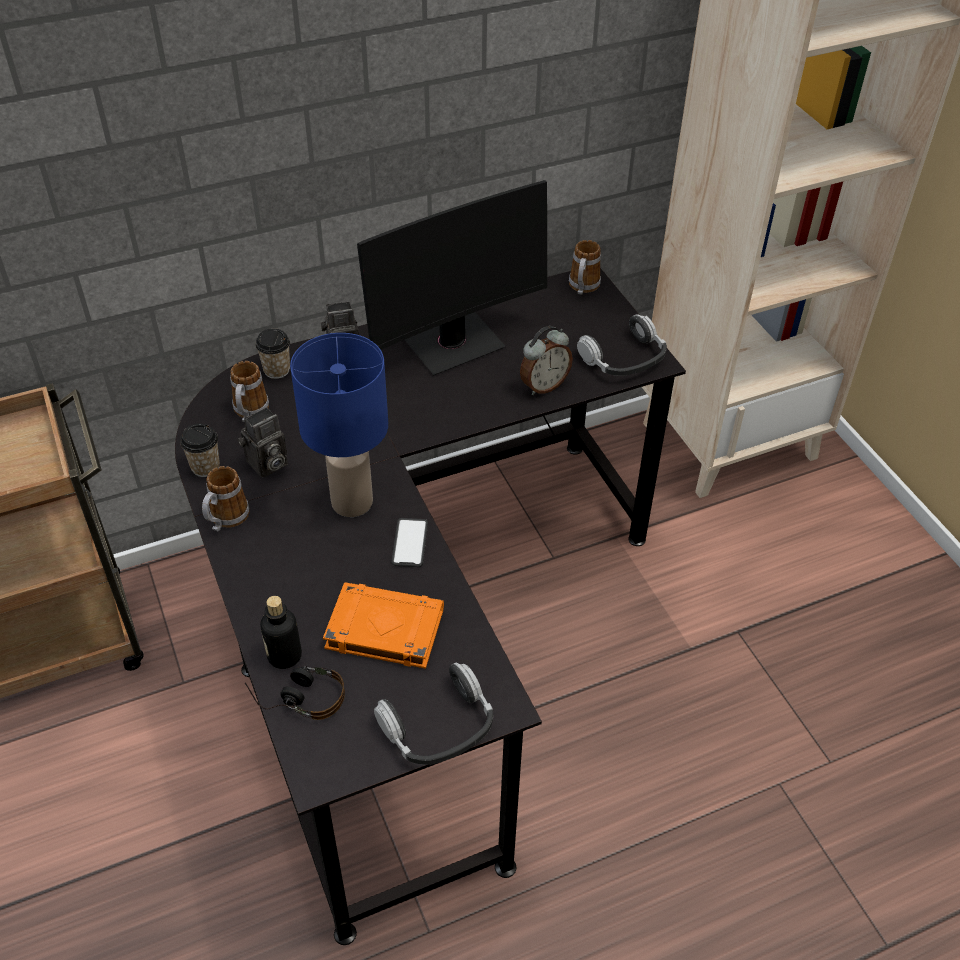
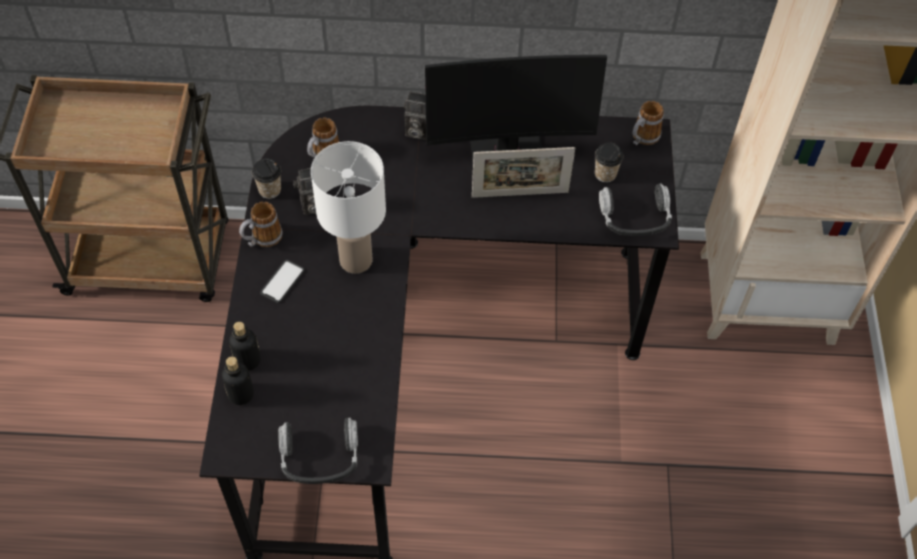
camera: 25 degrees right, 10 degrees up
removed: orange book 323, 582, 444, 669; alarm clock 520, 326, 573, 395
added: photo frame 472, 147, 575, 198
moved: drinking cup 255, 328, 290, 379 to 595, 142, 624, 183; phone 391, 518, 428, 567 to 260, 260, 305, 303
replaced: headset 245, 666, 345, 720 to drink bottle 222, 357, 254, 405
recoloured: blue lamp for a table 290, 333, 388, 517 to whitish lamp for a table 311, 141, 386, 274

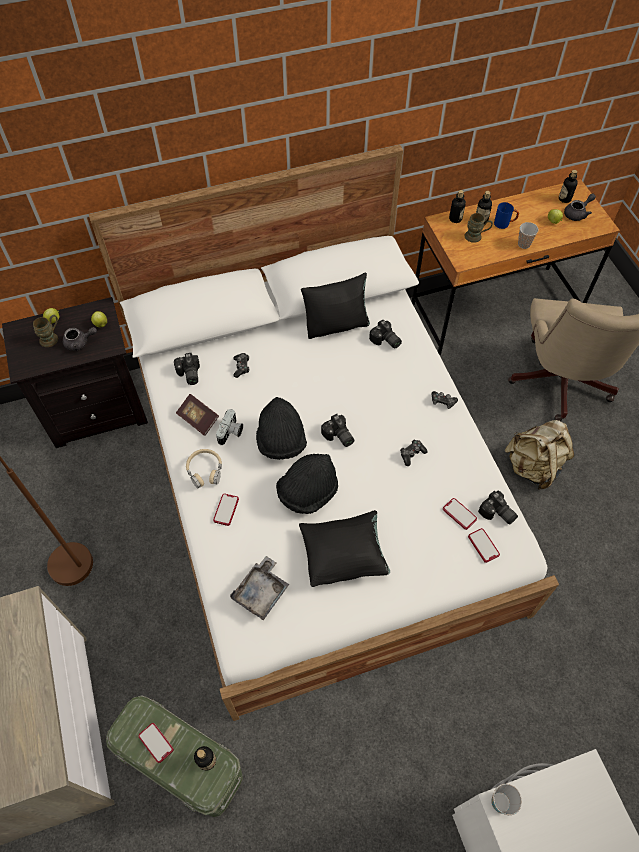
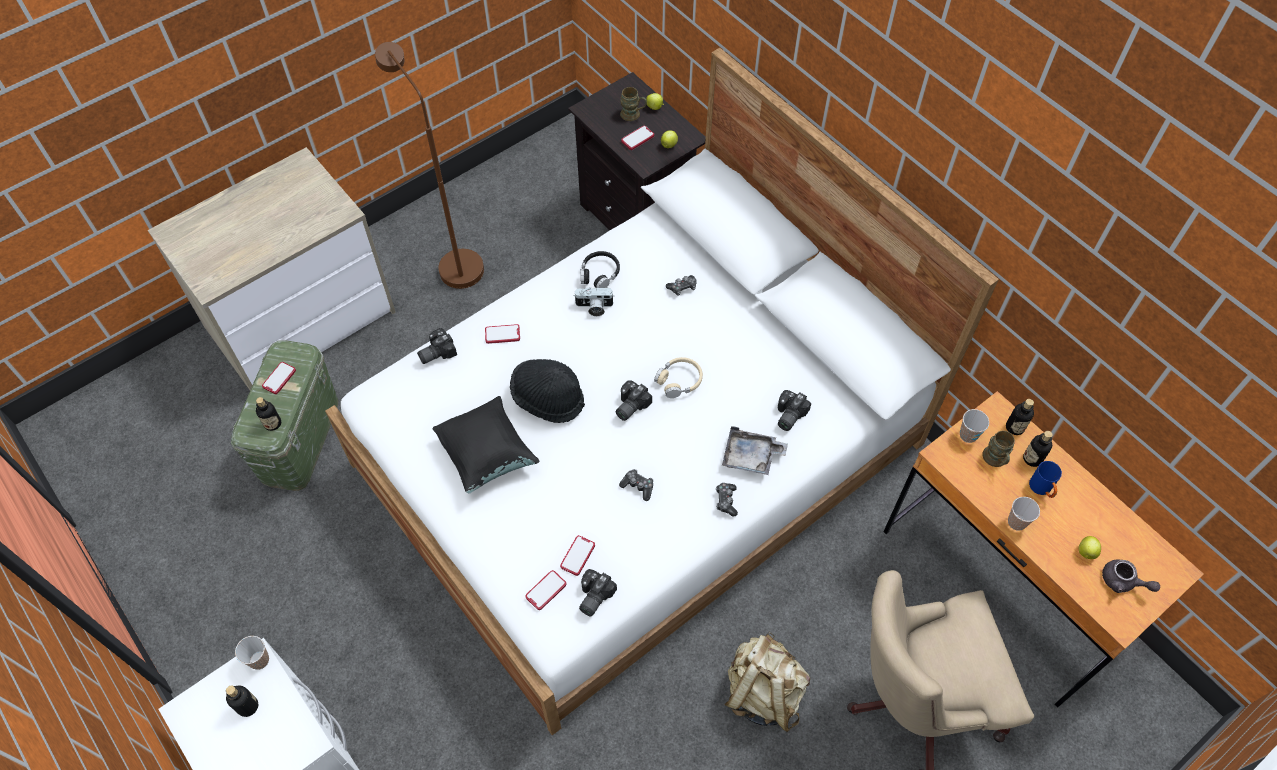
camera: 70 degrees right, 0 degrees up
removed: black-coloured wearable hat 256, 397, 307, 460; black-coloured pillow 301, 273, 370, 339
added: drinking cup 960, 409, 989, 443
moved: still camera 174, 353, 200, 385 to 417, 328, 457, 364; sand-coloured headset 186, 449, 222, 489 to 654, 357, 703, 398; greyish serving tray 230, 556, 289, 620 to 722, 426, 788, 475; drink bottle 559, 170, 578, 203 to 226, 686, 258, 717
replaced: greyish pot for tea 63, 327, 97, 351 to phone 621, 126, 654, 150; book 176, 394, 219, 436 to black-coloured headset 580, 251, 620, 288

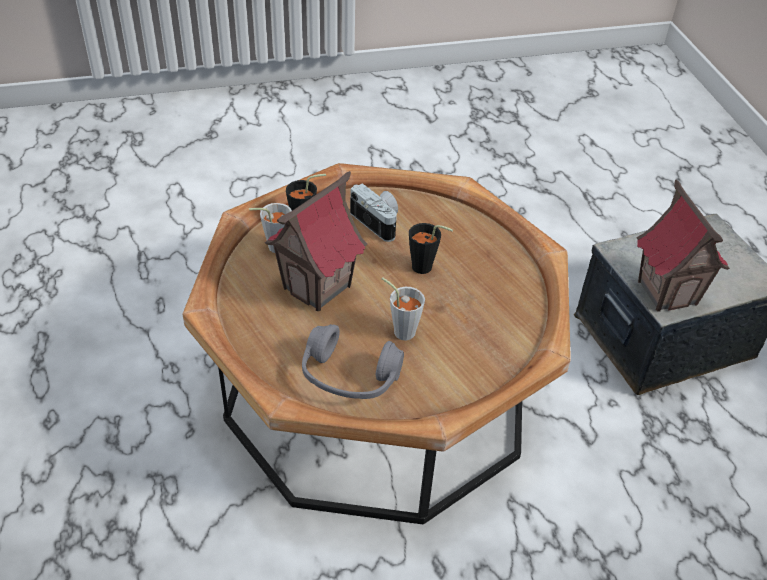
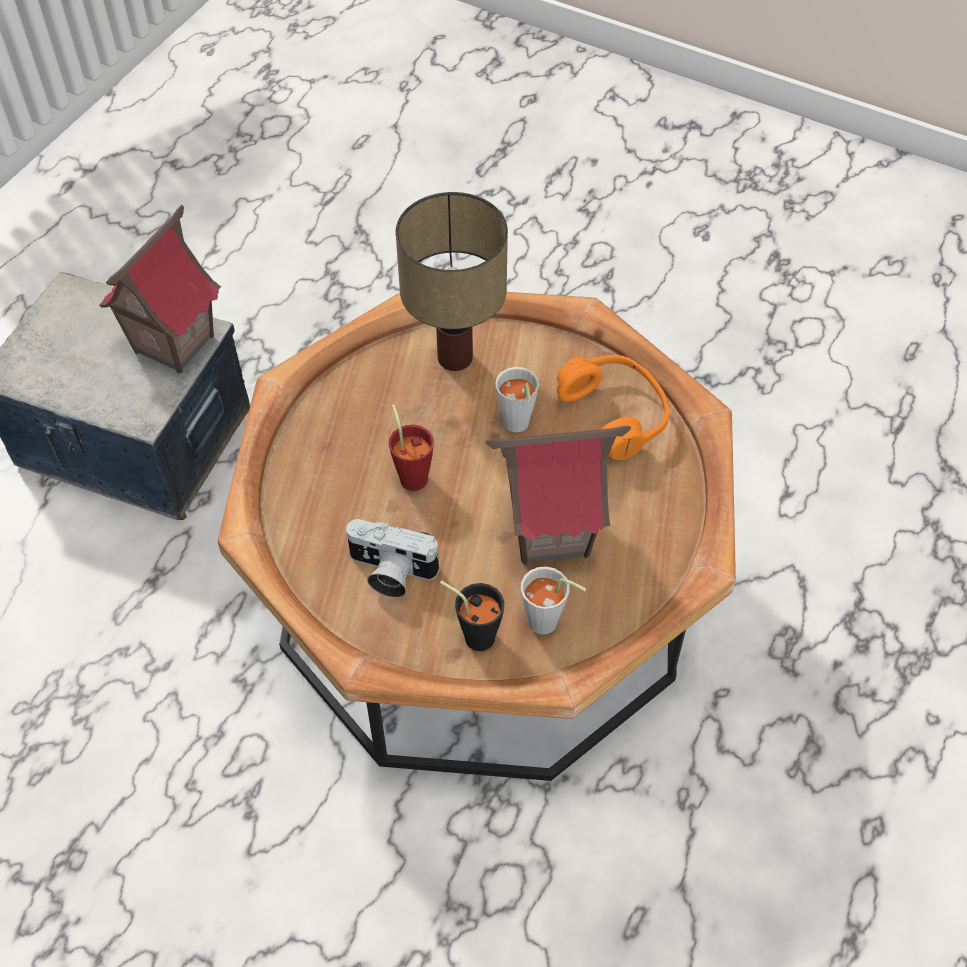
camera: 135 degrees left, 10 degrees up
added: lamp for a table 395, 192, 508, 371
recoloured: greyish headset 302, 324, 404, 399 to orange headset 557, 355, 669, 460; black-coloured drinking cup 409, 223, 453, 274 to red drinking cup 388, 404, 434, 491
turned: still camera 350, 183, 398, 242 = 345, 519, 441, 597 75 degrees counterclockwise

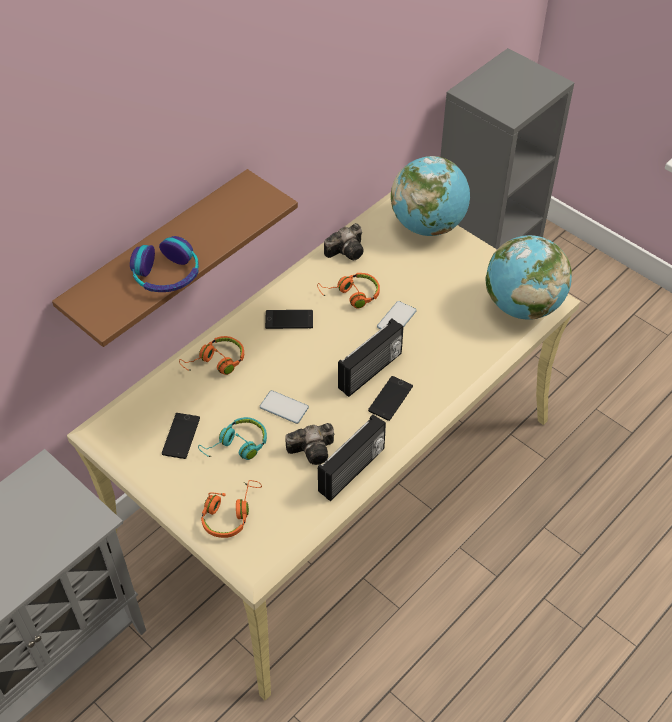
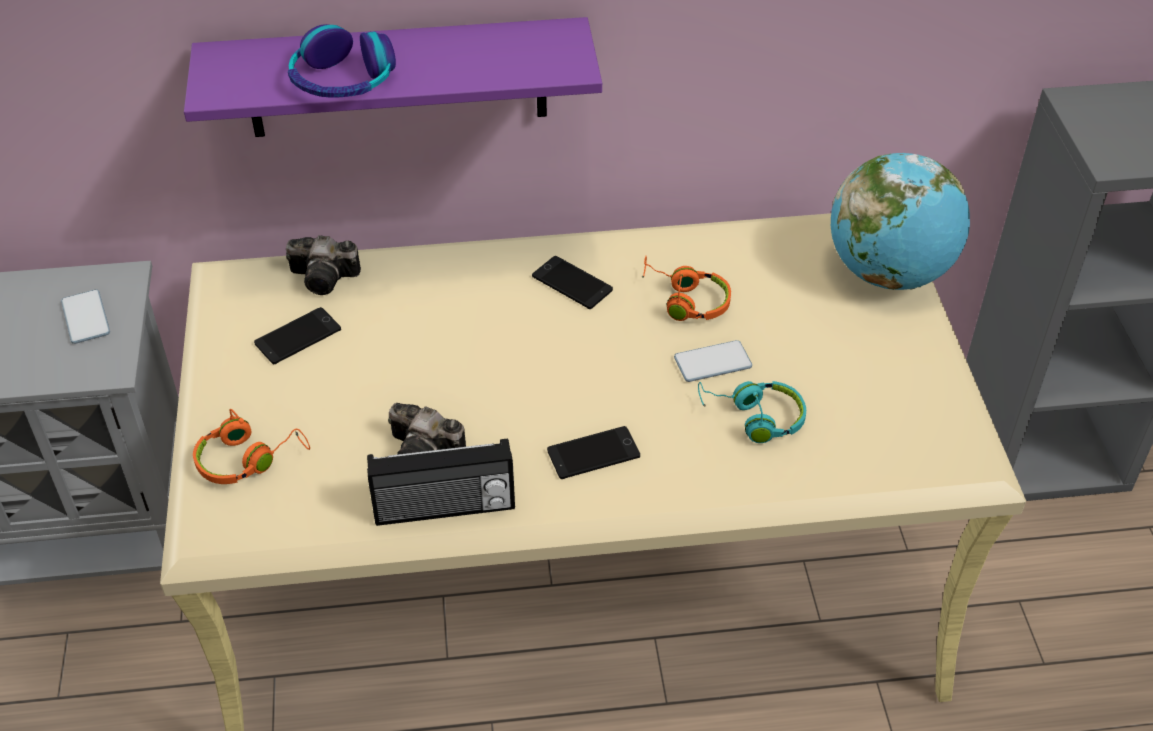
camera: 40 degrees right, 5 degrees down
removed: orange headset 179, 336, 244, 375; radio 338, 319, 404, 397; desk globe 485, 235, 572, 319
moved: turquoise headset 198, 417, 267, 460 to 698, 381, 806, 443; phone 260, 390, 309, 424 to 61, 290, 110, 344; still camera 324, 223, 363, 260 to 286, 235, 361, 295
recoloured: brownish shelf 52, 169, 298, 347 to purplish shelf 184, 17, 602, 137

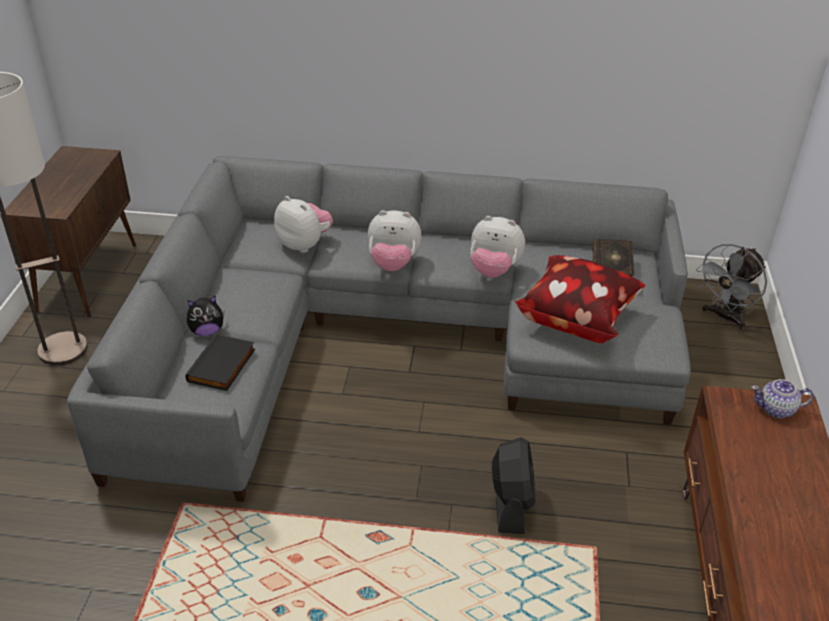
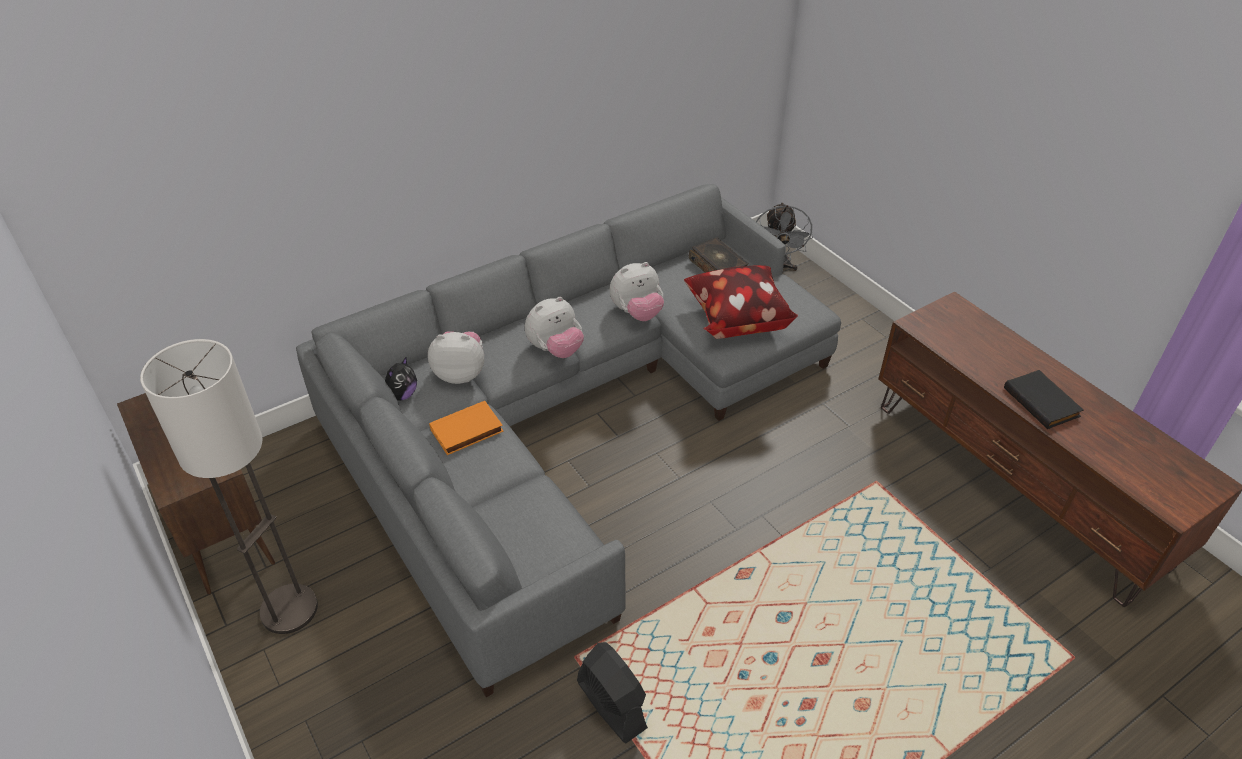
camera: 40 degrees left, 5 degrees up
removed: pot for tea 751, 379, 814, 418
added: orange book 429, 401, 504, 455
moved: black-coloured book 185, 334, 255, 391 to 1004, 370, 1084, 429; plush toy 187, 295, 225, 336 to 385, 357, 417, 401; black-coloured cooling fan 492, 437, 535, 534 to 577, 642, 648, 744

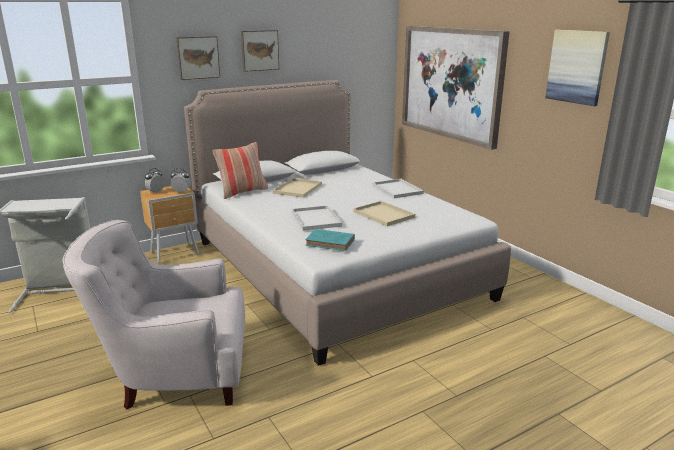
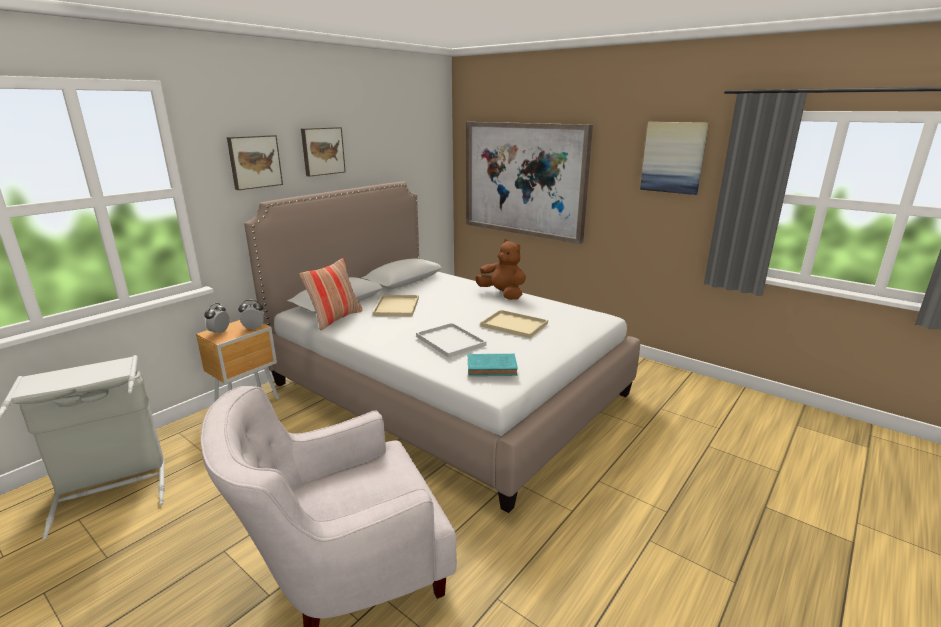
camera: 20 degrees left, 0 degrees up
replaced: whitish serving tray 373, 179, 424, 198 to brownish plush toy 475, 239, 526, 300

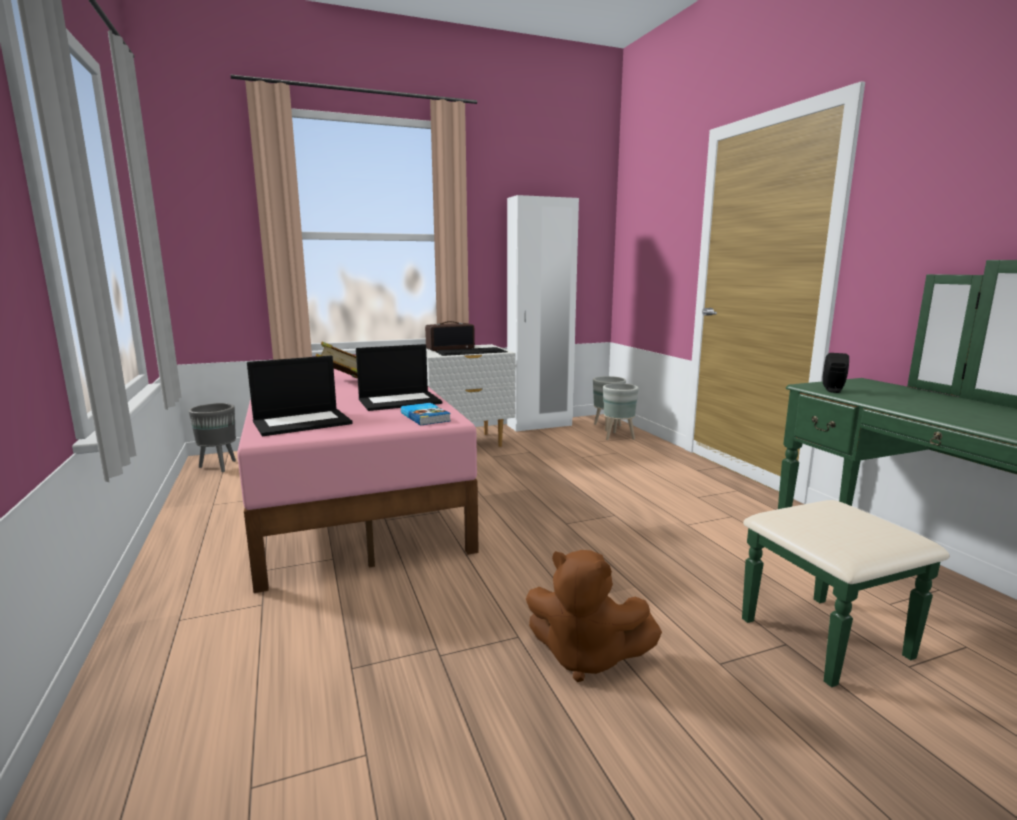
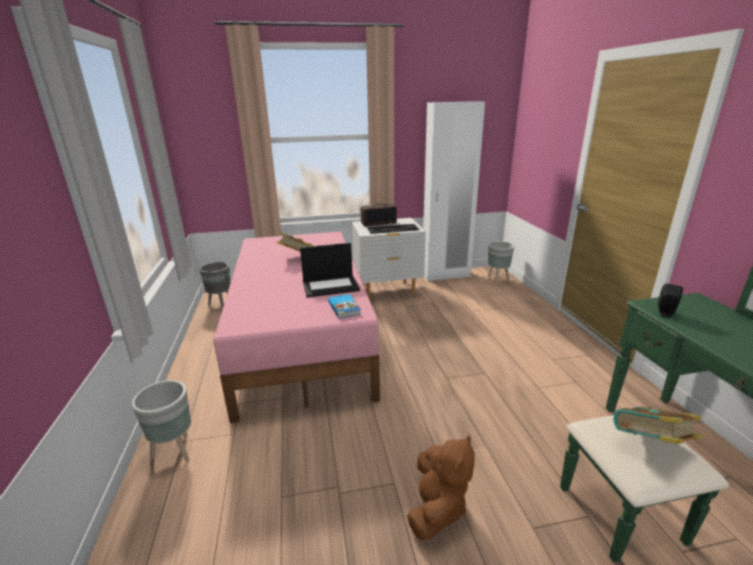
camera: 10 degrees right, 10 degrees up
removed: notebook computer 247, 356, 352, 436
added: book 613, 406, 702, 444
moved: greyish flower pot 603, 383, 639, 440 to 132, 380, 191, 462
turned: brownish plush toy 526, 550, 662, 682 = 407, 435, 475, 540 105 degrees counterclockwise

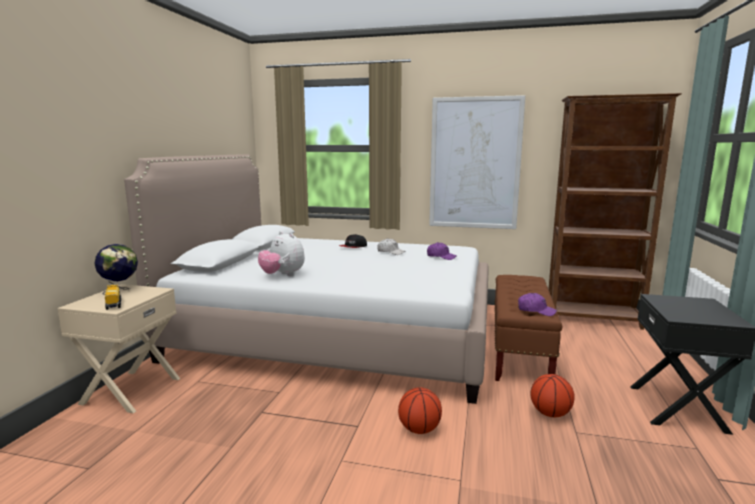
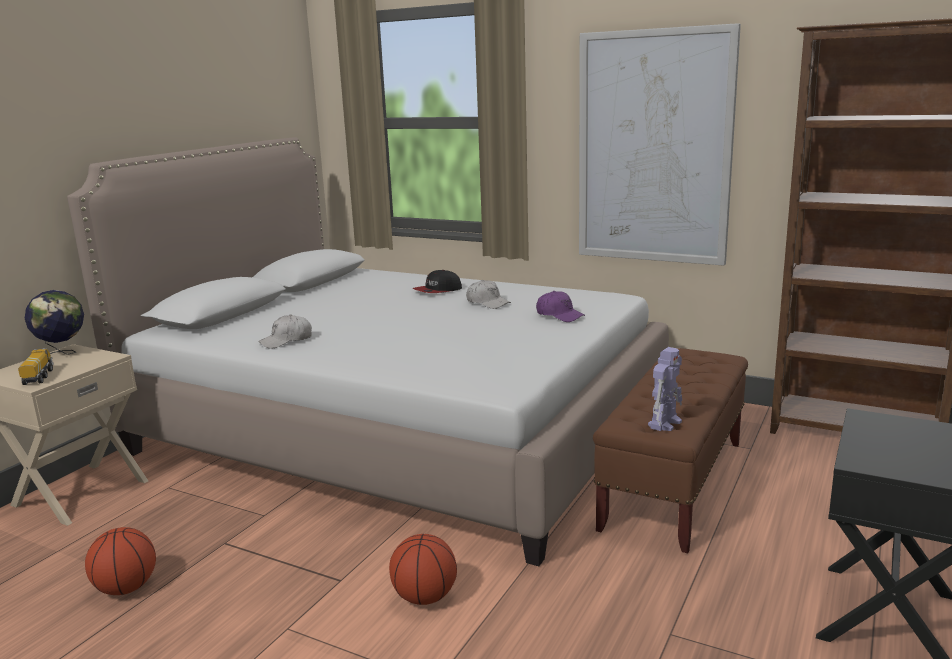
camera: 15 degrees right, 5 degrees up
moved: ball for basketball 530, 374, 575, 417 to 85, 527, 156, 595
replaced: plush toy 258, 231, 305, 276 to whitish baseball cap 258, 315, 312, 349; purplish baseball cap 518, 293, 557, 316 to model robot 648, 347, 682, 431

